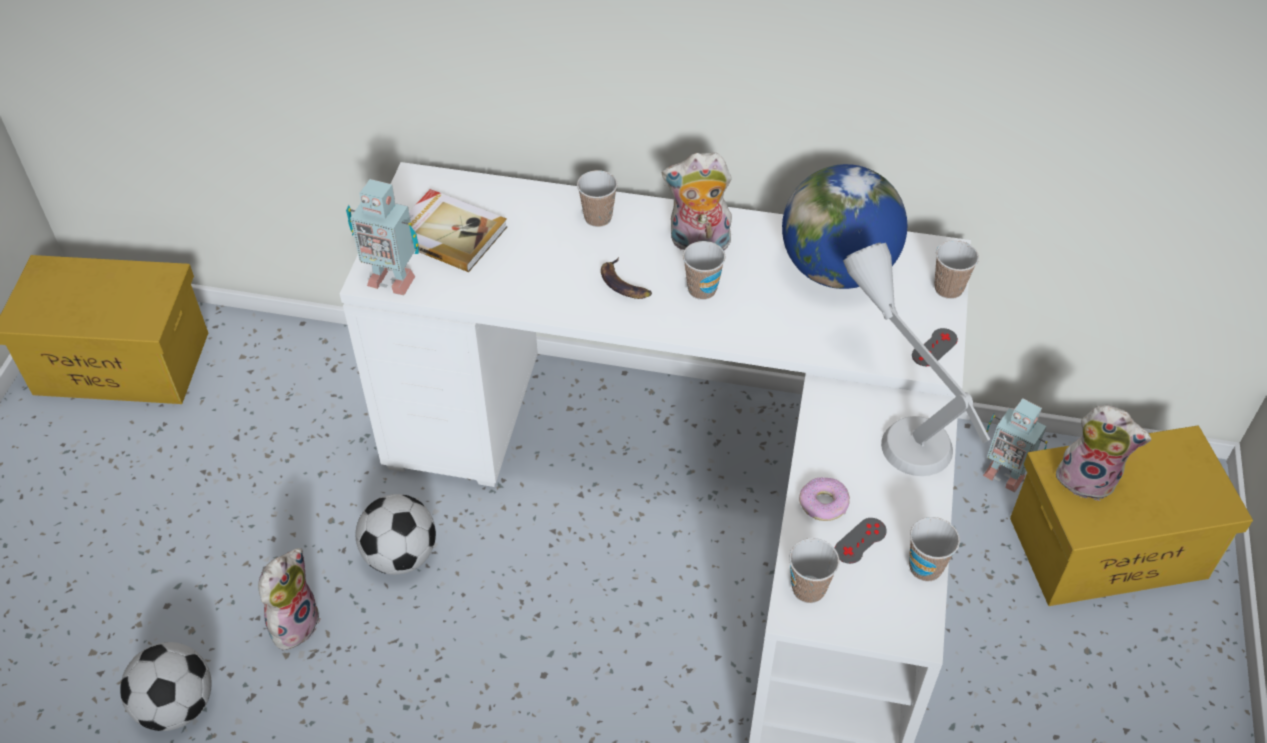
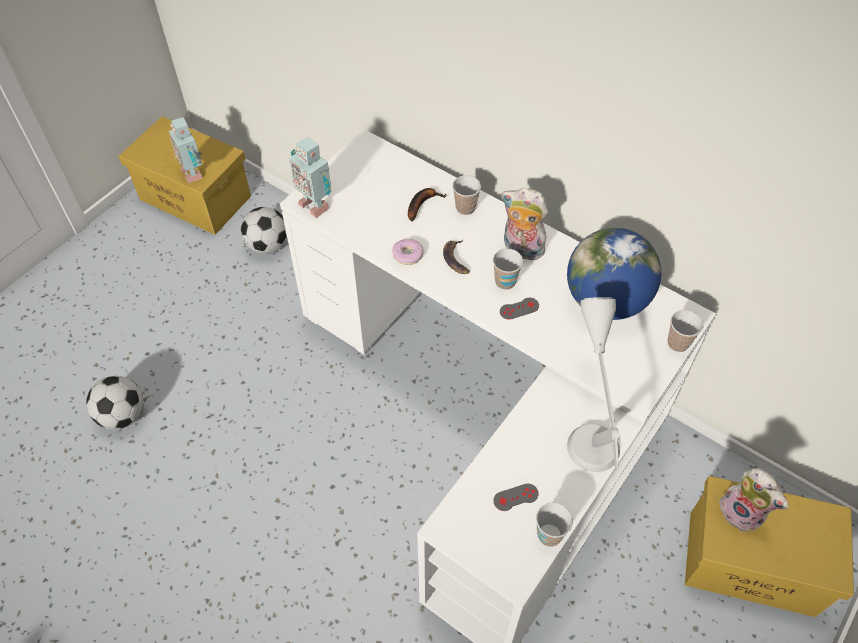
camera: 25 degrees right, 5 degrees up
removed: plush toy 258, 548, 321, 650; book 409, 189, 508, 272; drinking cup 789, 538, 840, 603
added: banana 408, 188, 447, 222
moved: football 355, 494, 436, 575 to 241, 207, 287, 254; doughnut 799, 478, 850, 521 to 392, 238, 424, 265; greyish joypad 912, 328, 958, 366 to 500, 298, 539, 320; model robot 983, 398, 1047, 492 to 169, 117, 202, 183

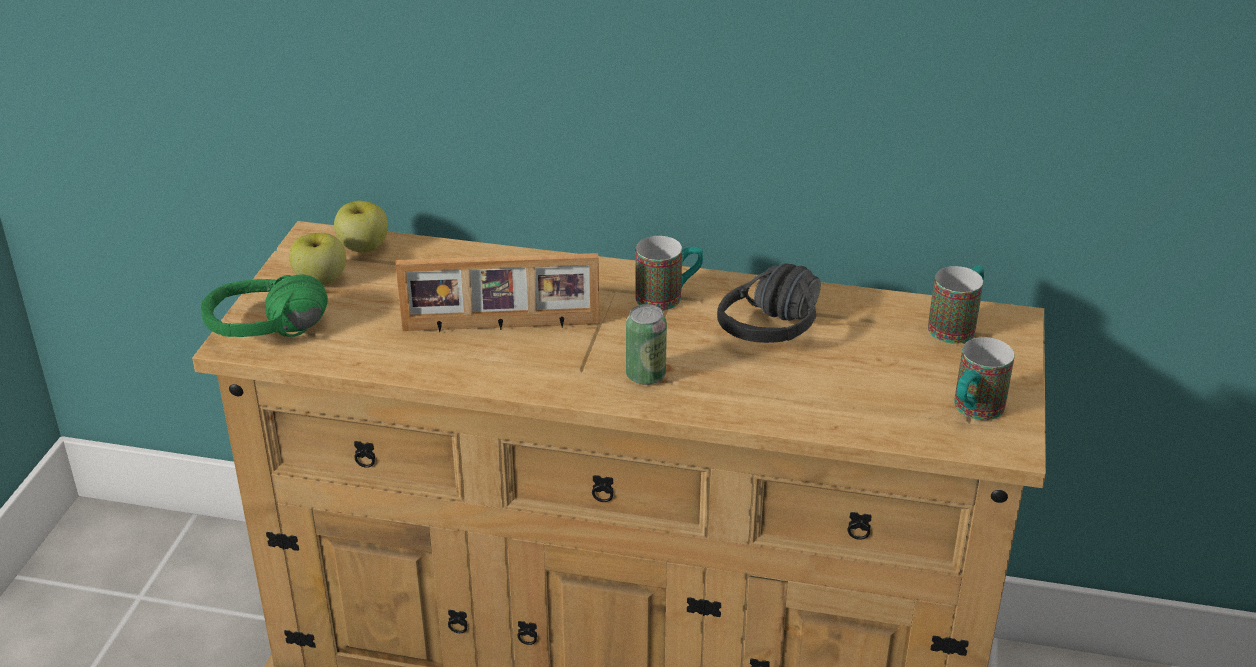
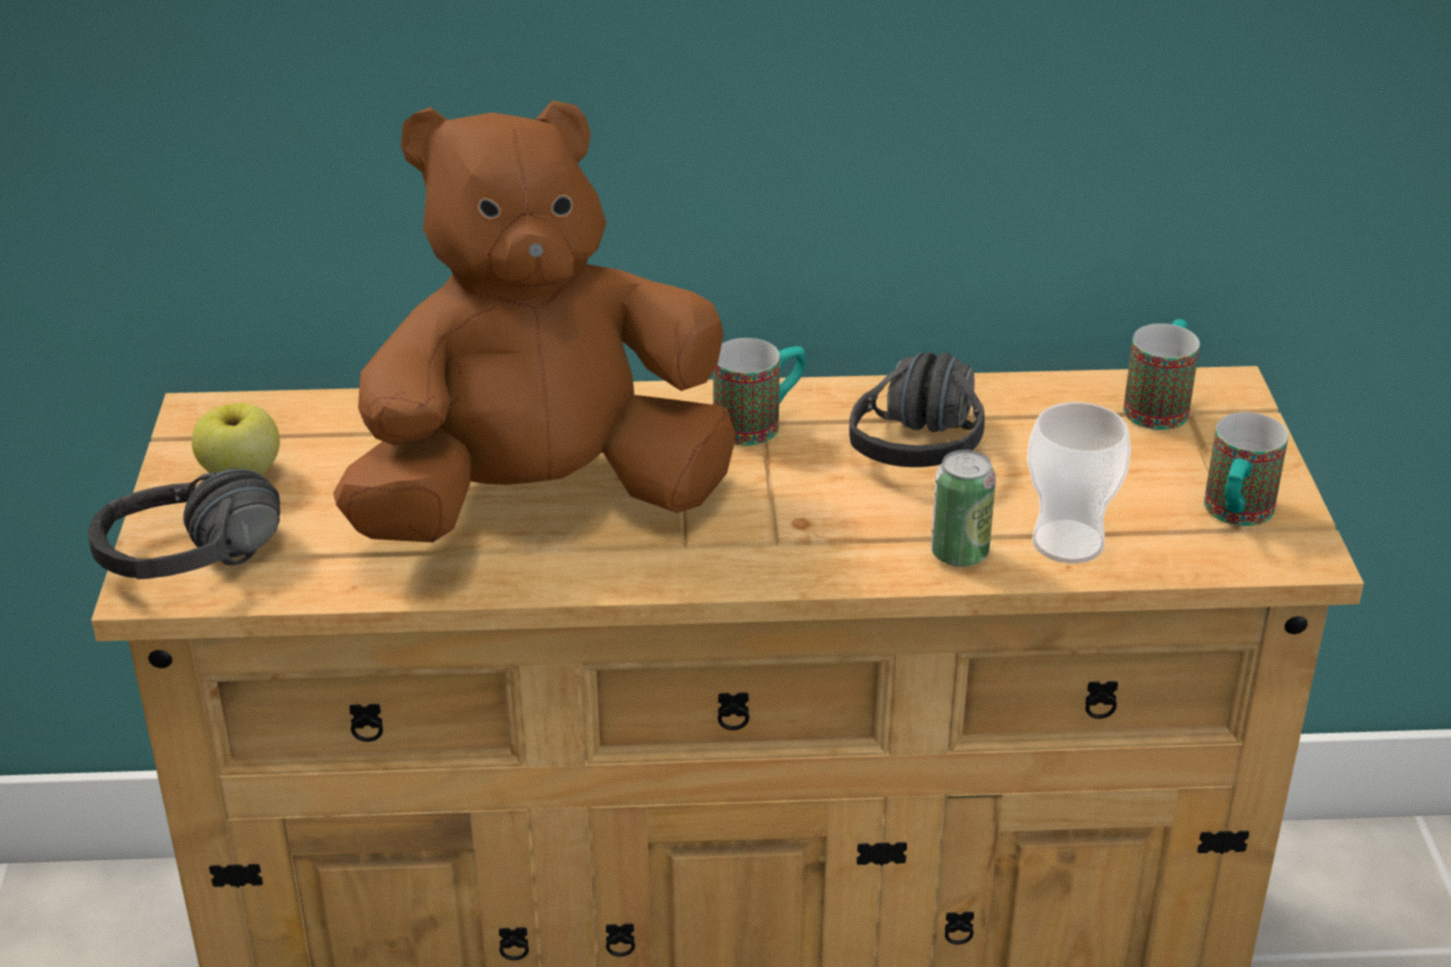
camera: 15 degrees left, 0 degrees up
removed: apple fruit 334, 201, 388, 252
added: drinking cup 1027, 402, 1131, 564
moved: sealed can 626, 304, 667, 385 to 931, 449, 996, 567
replaced: photo frame 395, 253, 599, 332 to brownish plush toy 333, 100, 736, 543
recoloured: greenish headset 201, 274, 328, 337 to black-coloured headset 88, 469, 280, 579

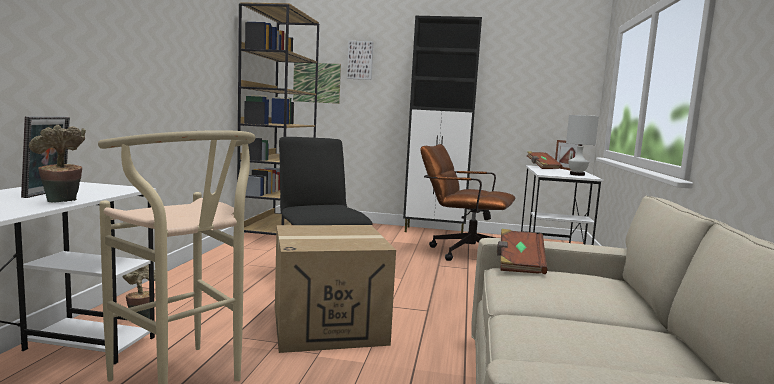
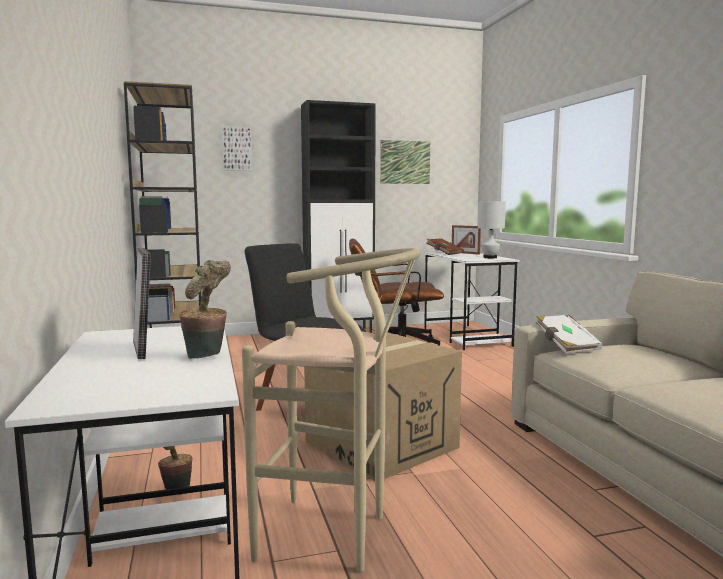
camera: 25 degrees left, 0 degrees up
moved: wall art 293, 63, 341, 104 to 380, 140, 430, 184
recoloured: brownish book 497, 229, 547, 274 to whitish book 536, 315, 602, 353

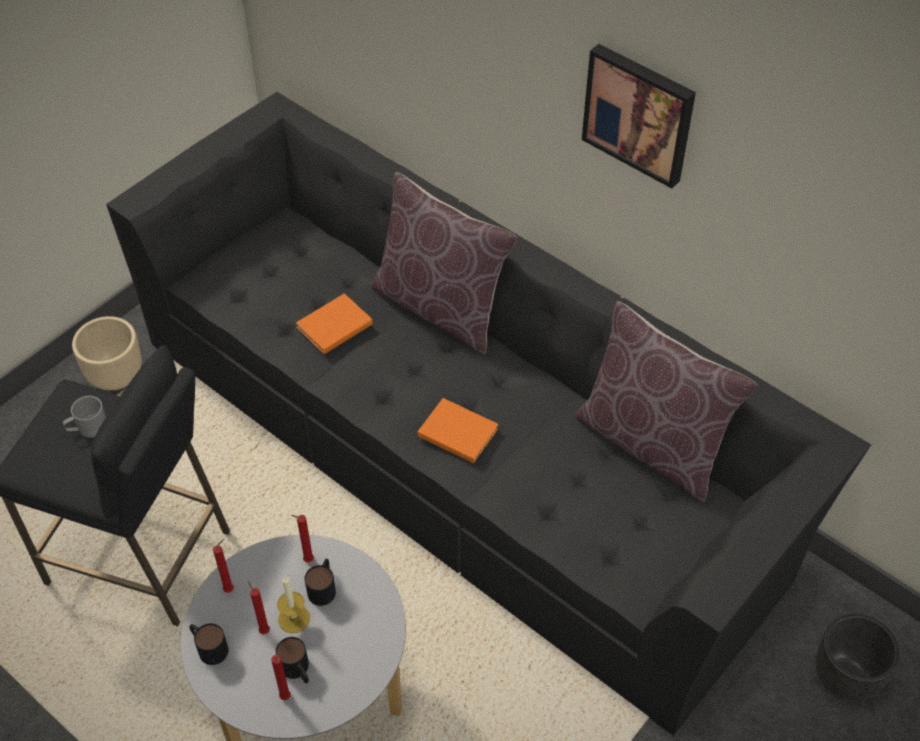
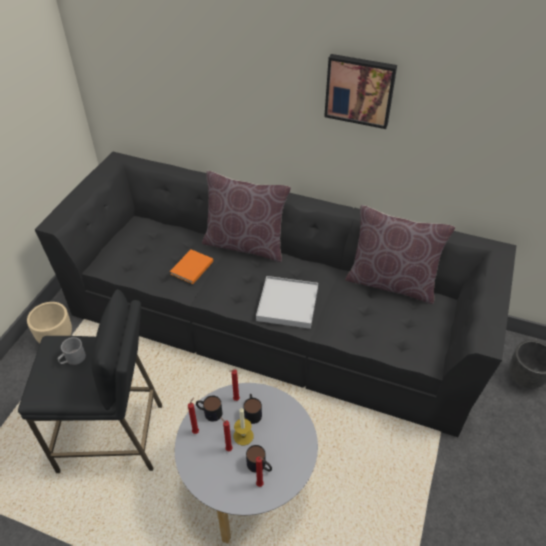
camera: 20 degrees left, 5 degrees down
moved: tea mug 189, 623, 228, 665 to 196, 395, 222, 422
replaced: orange book 418, 398, 499, 463 to whitish serving tray 256, 276, 318, 329

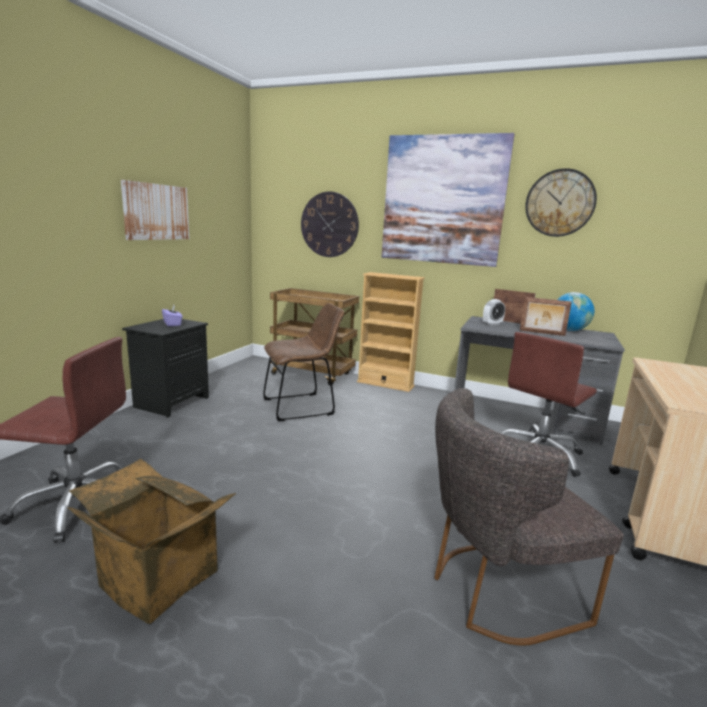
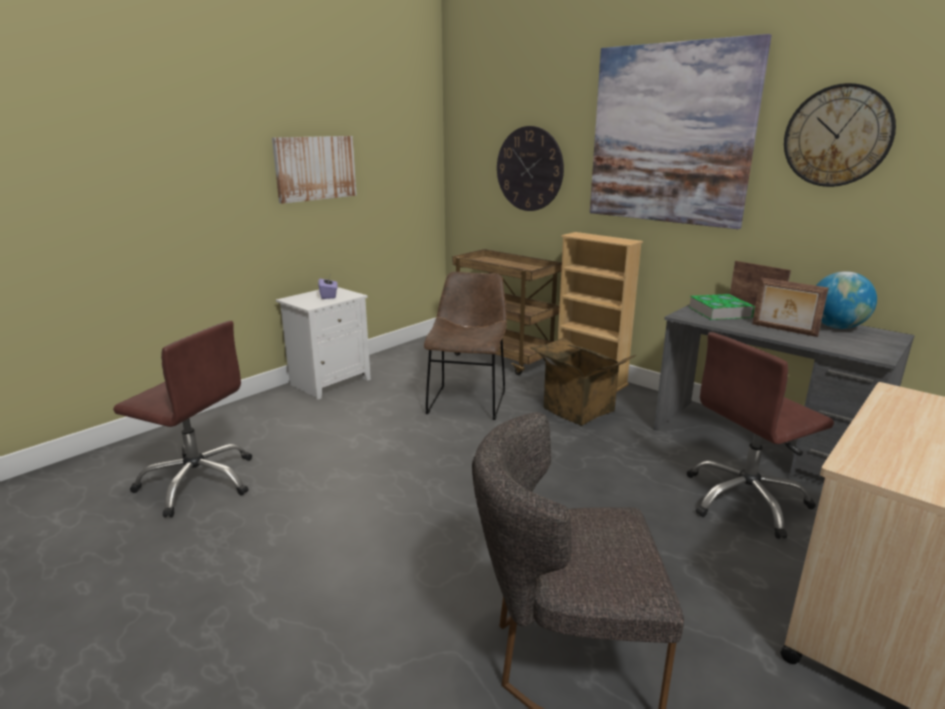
camera: 20 degrees right, 5 degrees up
moved: cardboard box 67, 459, 236, 624 to 531, 338, 636, 426
replaced: alarm clock 483, 299, 505, 325 to book 689, 294, 755, 320
recoloured: black-coloured night table 122, 319, 209, 418 to whitish night table 276, 287, 371, 400
turned: brownish plain chair 263, 303, 344, 421 = 424, 272, 507, 420 75 degrees counterclockwise

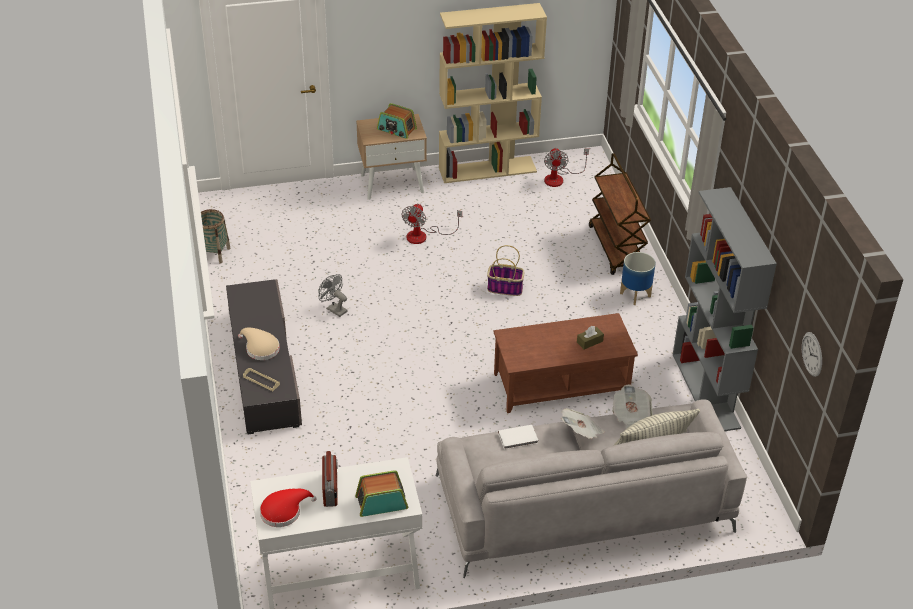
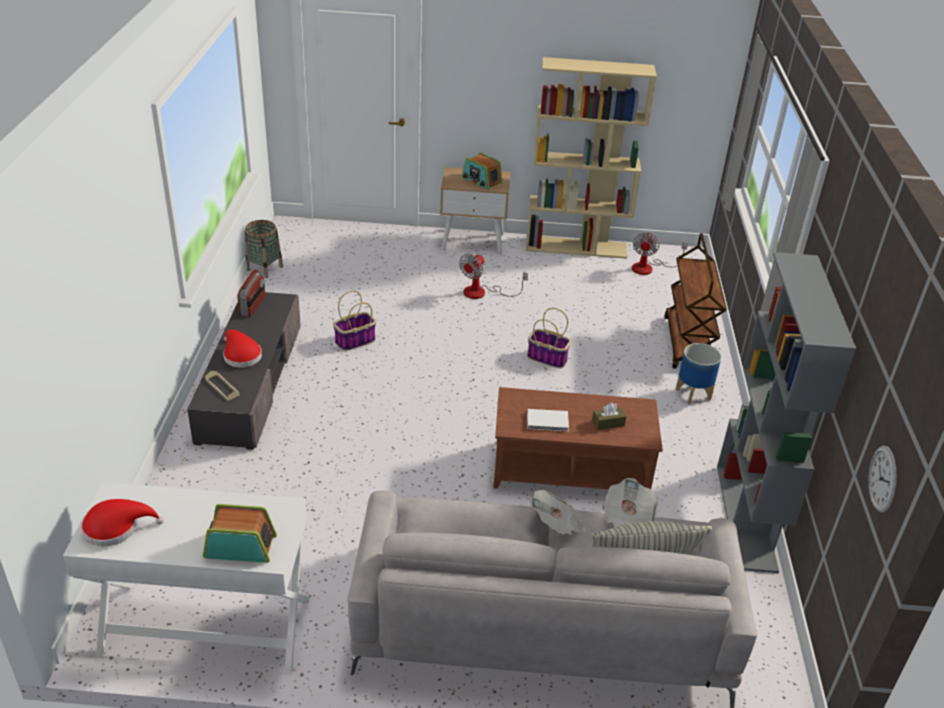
camera: 15 degrees right, 5 degrees down
moved: radio 322, 451, 338, 507 to 237, 269, 265, 317; whitish book 498, 425, 539, 449 to 527, 409, 569, 431
replaced: greyish cooling fan 318, 274, 347, 317 to household basket 333, 291, 376, 351
recoloured: sand-coloured wearable hat 238, 328, 280, 360 to red wearable hat 223, 329, 262, 368

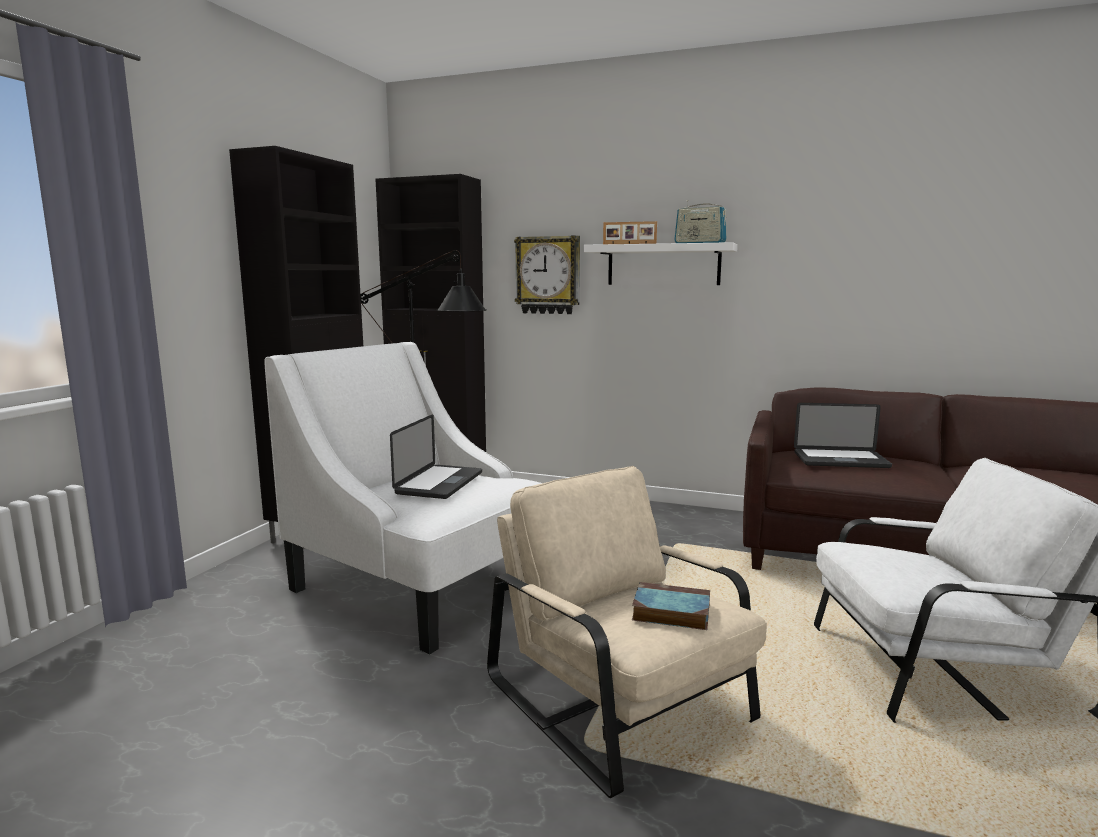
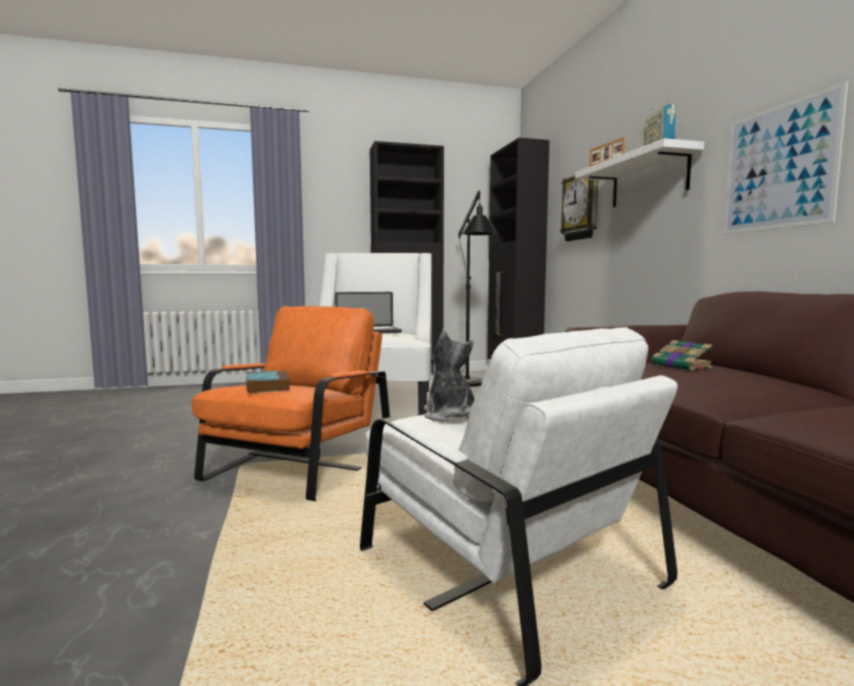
camera: 55 degrees right, 5 degrees down
added: plush toy 424, 330, 474, 422; wall art 723, 81, 848, 234
replaced: notebook computer 794, 403, 892, 468 to book 652, 340, 712, 371
recoloured: sand-coloured lounge chair 487, 466, 767, 798 to orange lounge chair 192, 306, 390, 501

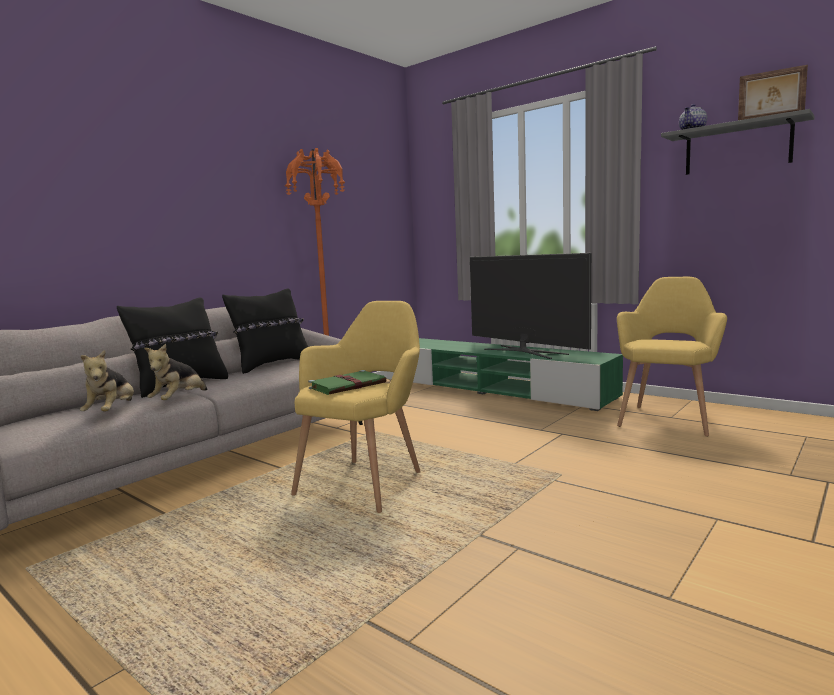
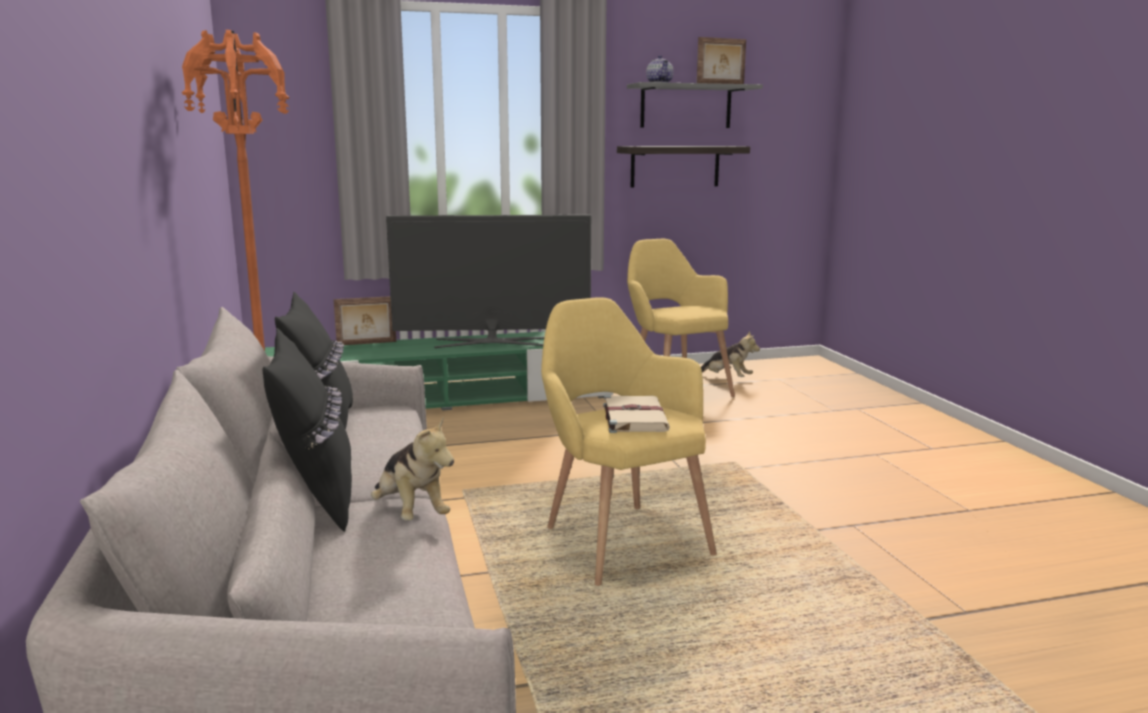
camera: 55 degrees left, 5 degrees up
added: photo frame 333, 296, 396, 345; shelf 617, 146, 750, 188
moved: plush toy 80, 350, 134, 411 to 701, 331, 760, 377
recoloured: greenish book 308, 370, 386, 395 to sand-coloured book 603, 395, 670, 433

